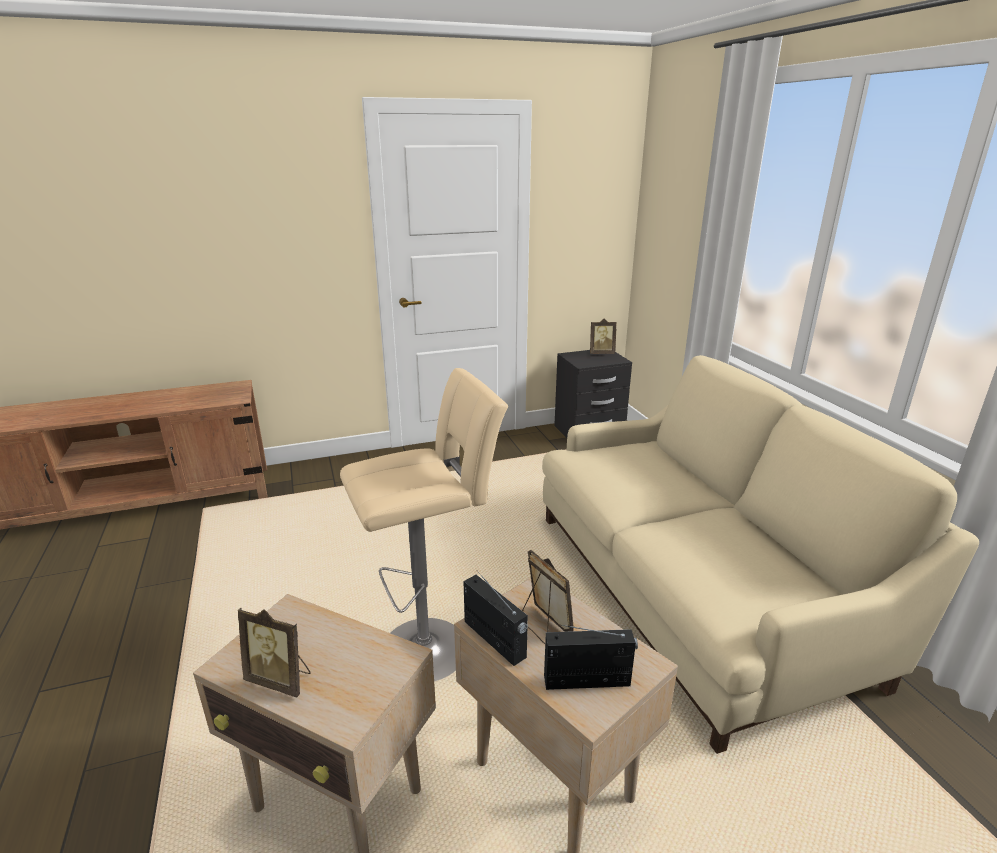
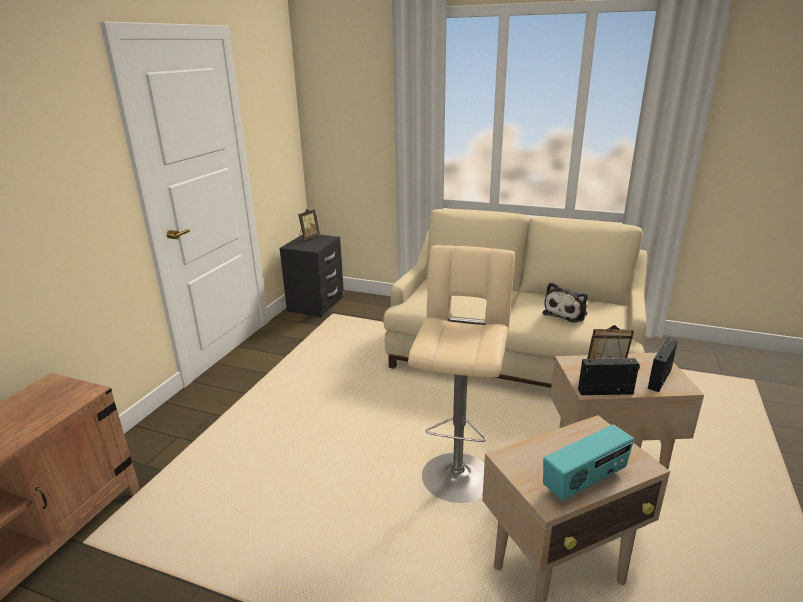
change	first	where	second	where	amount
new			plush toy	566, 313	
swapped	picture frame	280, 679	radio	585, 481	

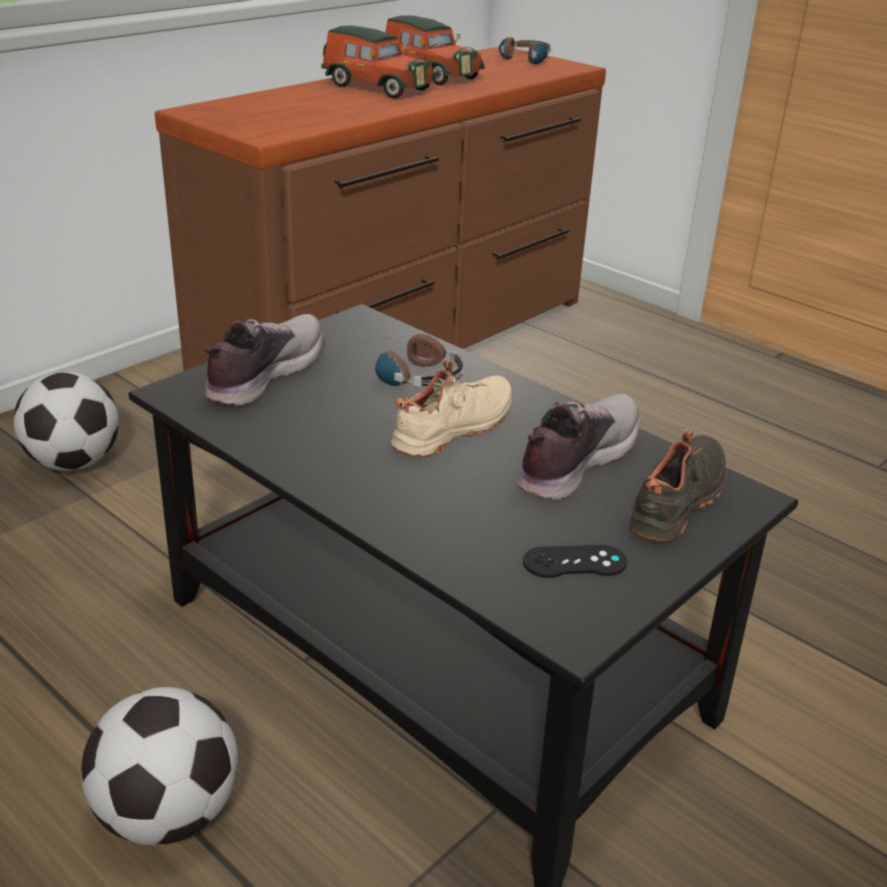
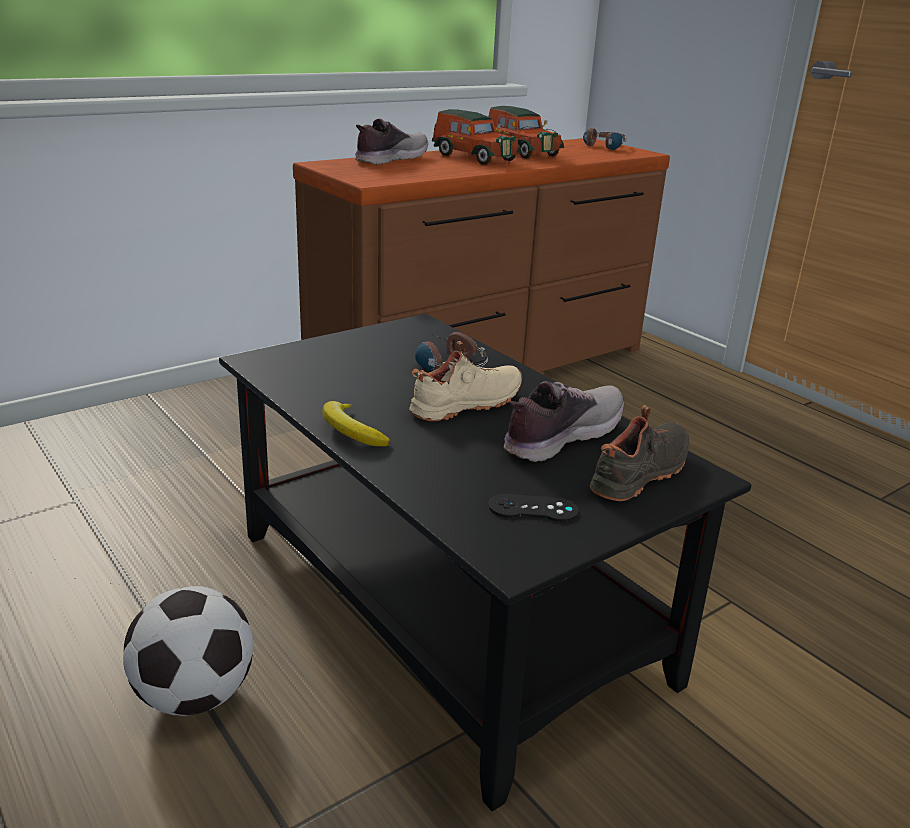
change	first	where	second	where	amount
gone	football	74, 462			
new			banana	351, 432	
shifted	shoe	263, 374		390, 159	

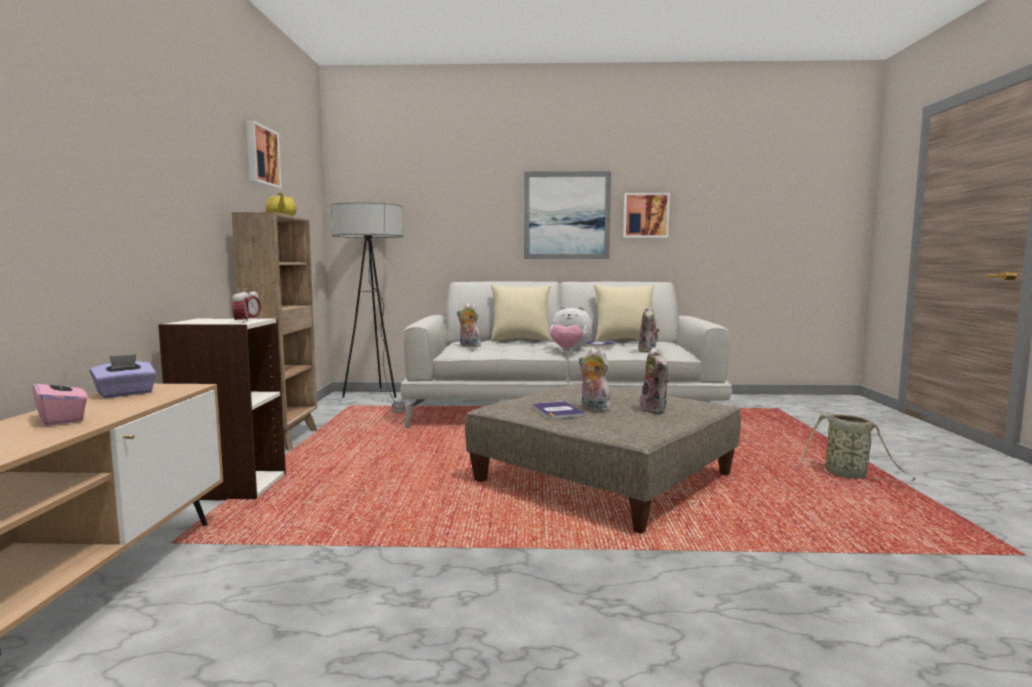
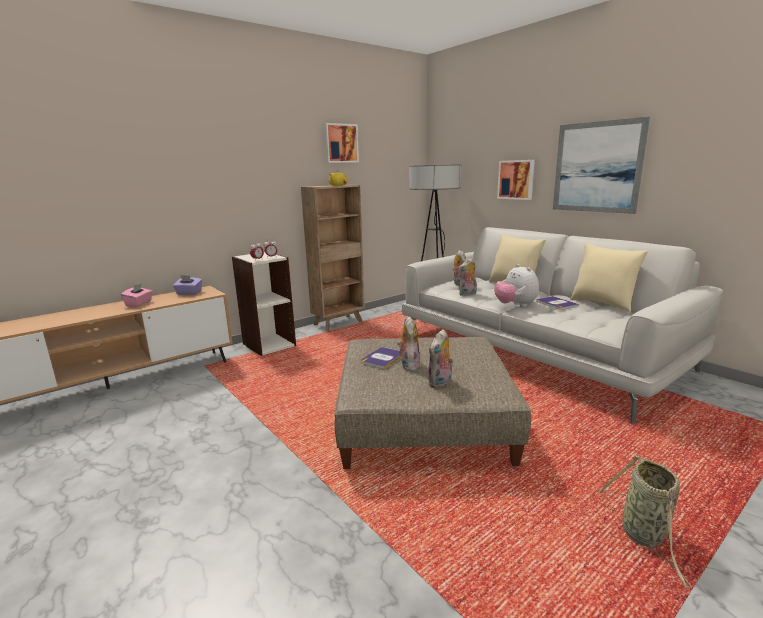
change	first	where	second	where	amount
shifted	picture	645, 215		516, 179	
shifted	plush toy	648, 351		467, 294	

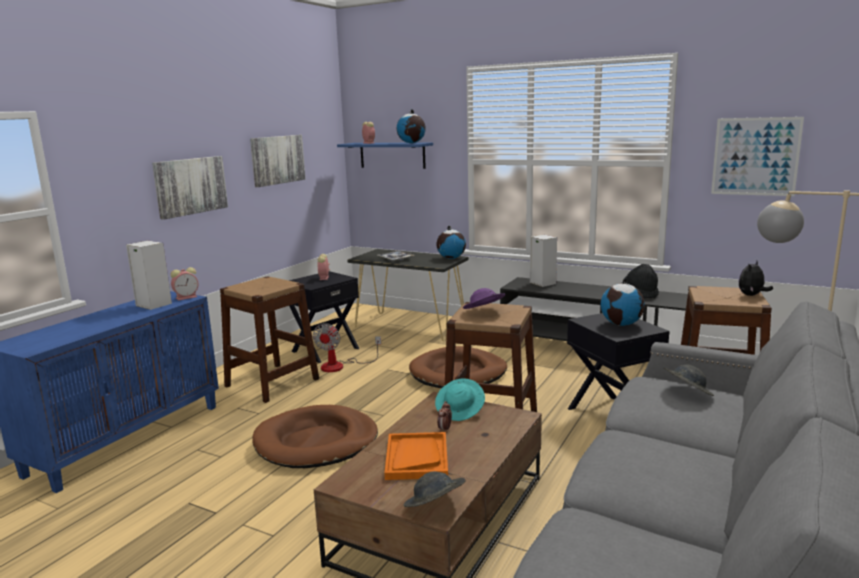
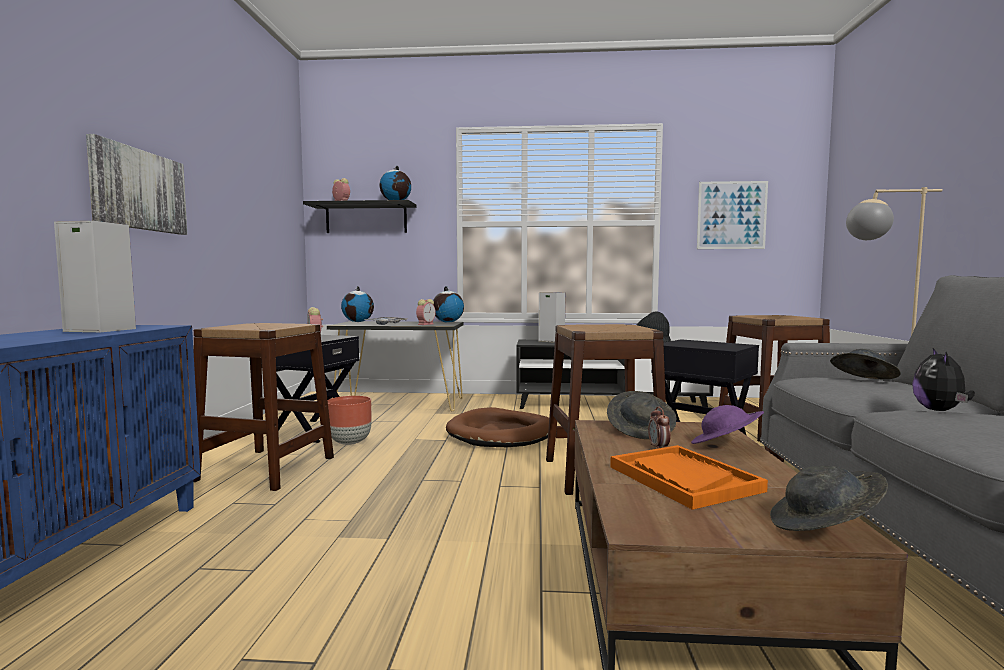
change	first	where	second	where	amount
gone	picture	277, 160			
gone	brown dog bed	316, 442			
shifted	alarm clock	187, 297		426, 324	
shifted	purple hat	483, 312		725, 446	
shifted	globe	621, 324		358, 322	
shifted	plush toy	751, 295		940, 410	
swapped	fan	340, 366	brown planter	350, 442	
repainted	blue shelf	392, 155	black shelf	366, 219	
repainted	turquoise hat	460, 411	grey hat	641, 430	

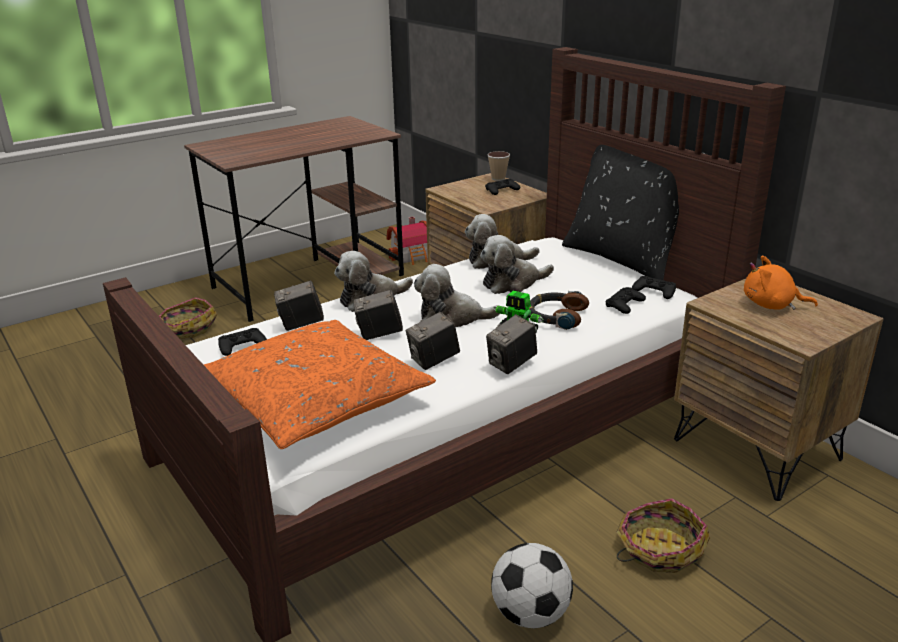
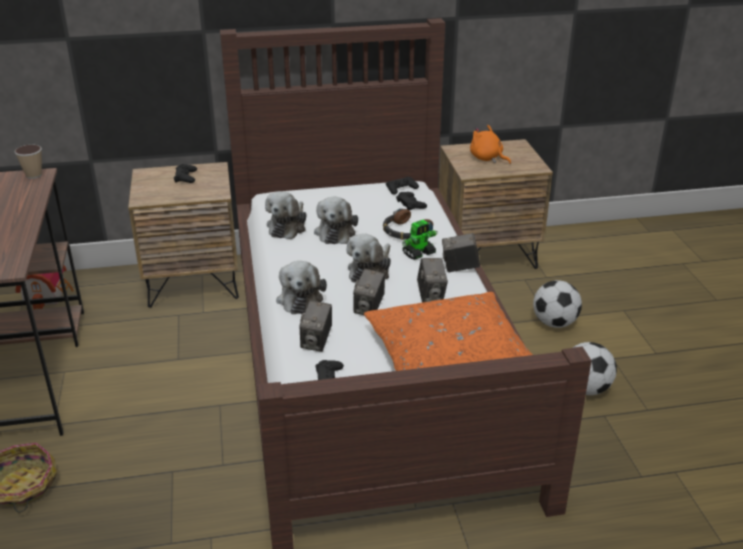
change	first	where	second	where	amount
gone	black pillow	624, 259			
shifted	cup	498, 178		34, 175	
swapped	basket	658, 549	football	554, 323	
rotated	photo camera	511, 364		460, 268	105 degrees clockwise
rotated	orange plush toy	771, 305		487, 158	90 degrees clockwise

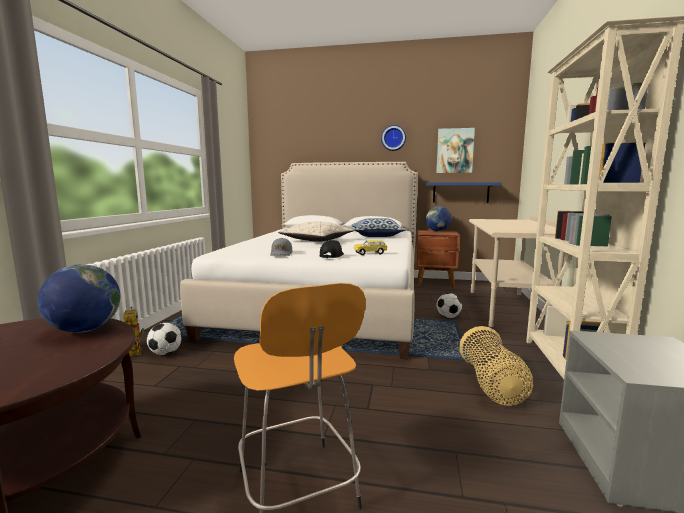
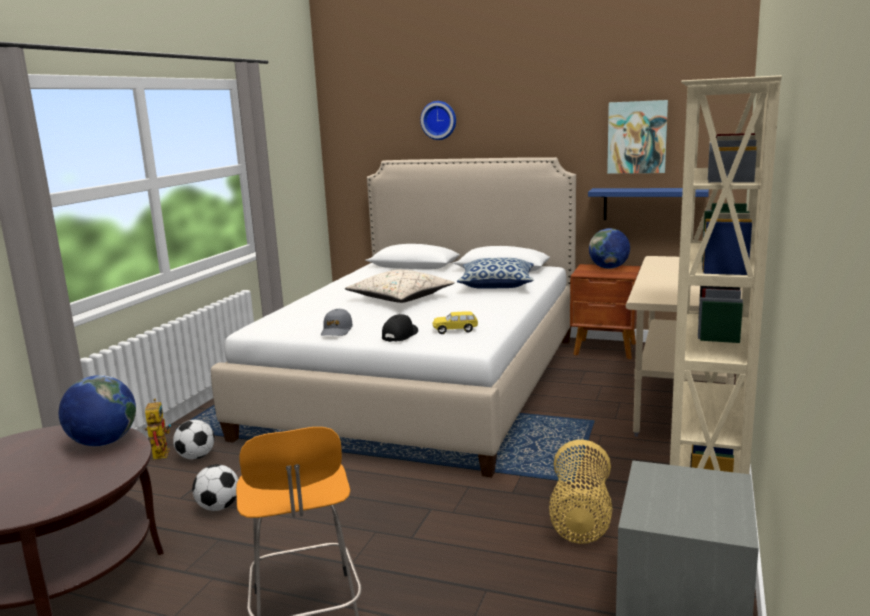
change	first	where	second	where	amount
shifted	wall clock	393, 138		439, 120	
shifted	football	448, 317		218, 507	

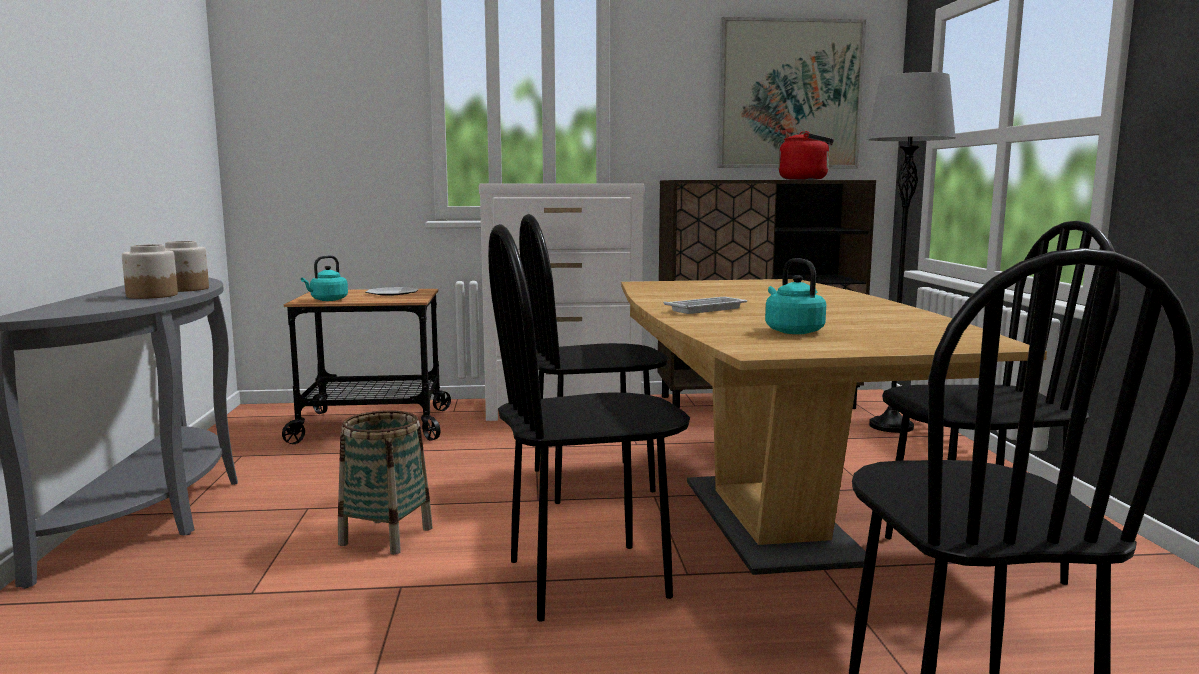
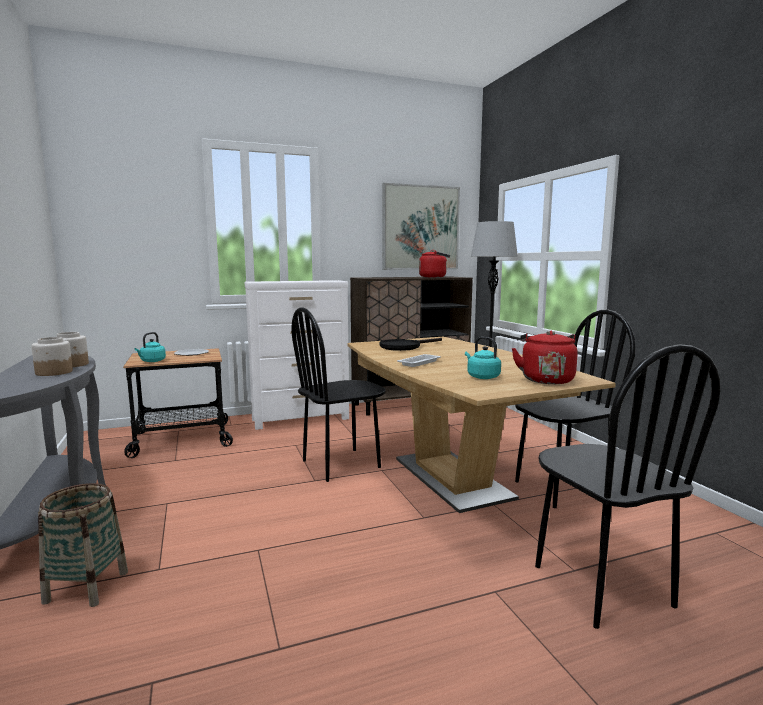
change	first	where	second	where	amount
gone	black chair	588, 579			
new			black frying pan	404, 347	
new			red kettle	546, 379	
shifted	basket	386, 536		86, 587	

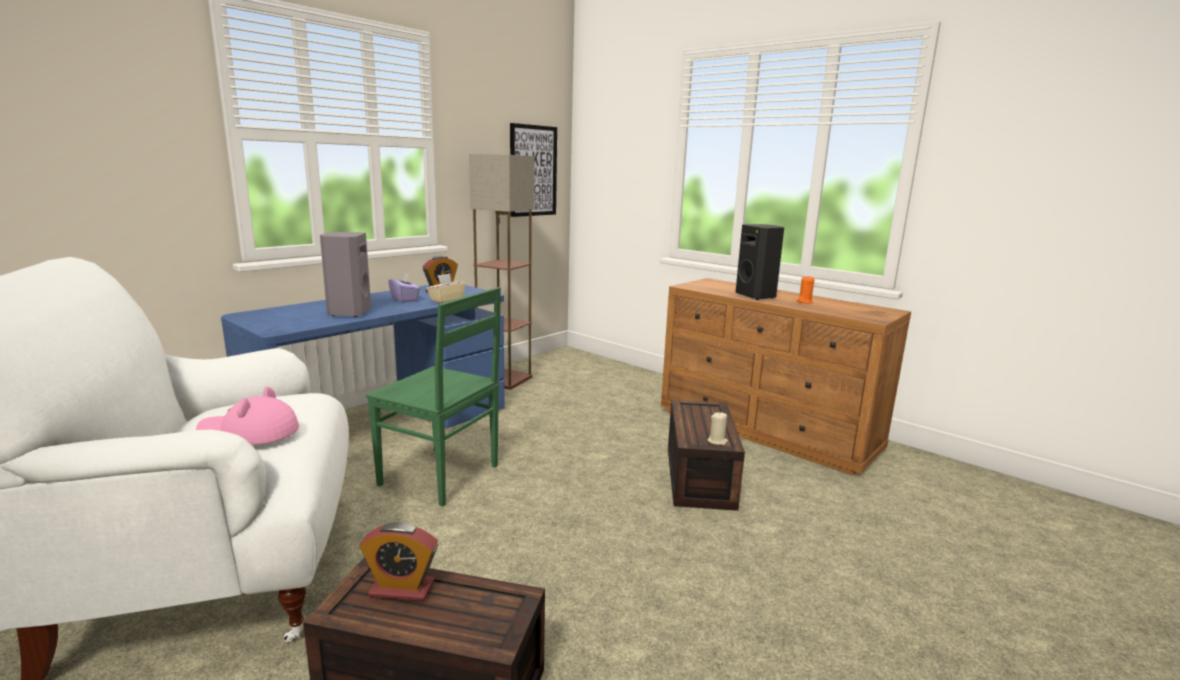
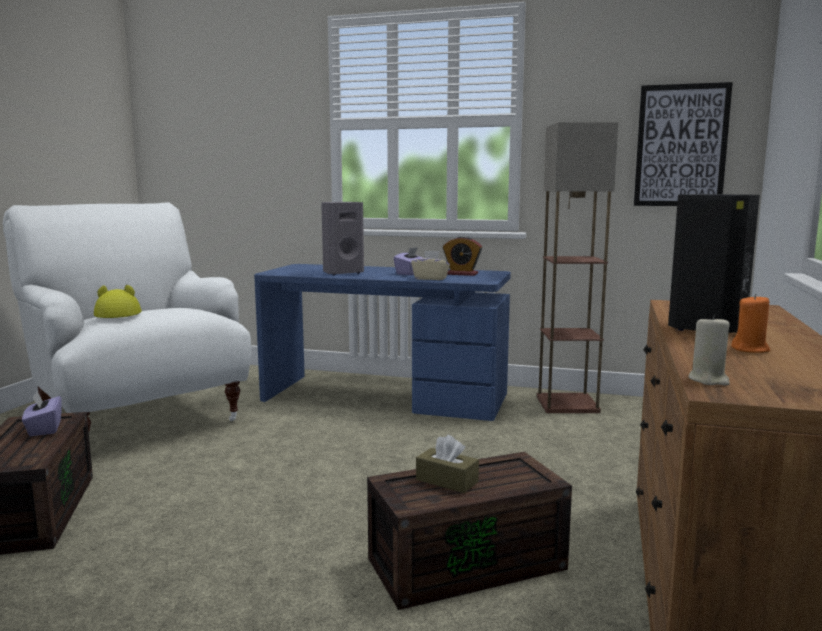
change	first	where	second	where	amount
gone	green chair	442, 476			
new			brown tissue box	447, 481	
shifted	beige candle	717, 441		708, 380	
swapped	alarm clock	402, 589	purple tissue box	44, 429	
repainted	pink hat	248, 433	yellow hat	119, 314	

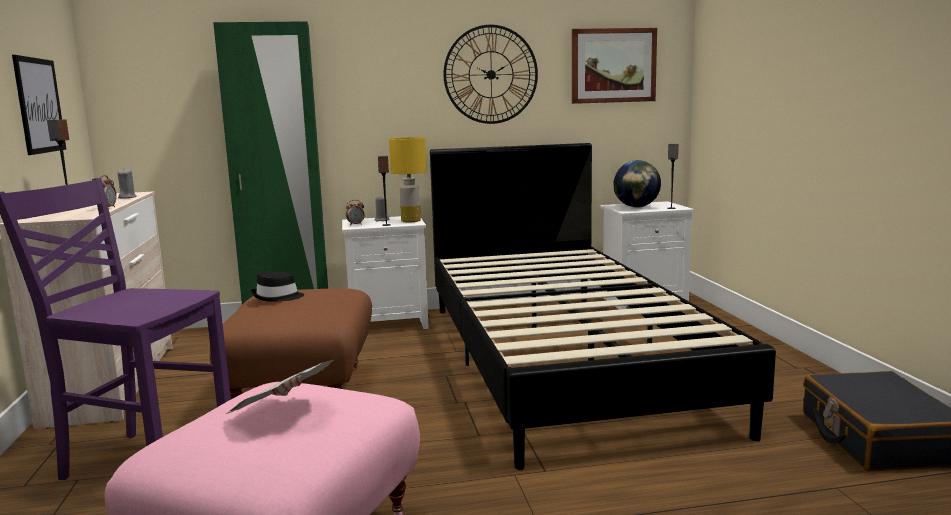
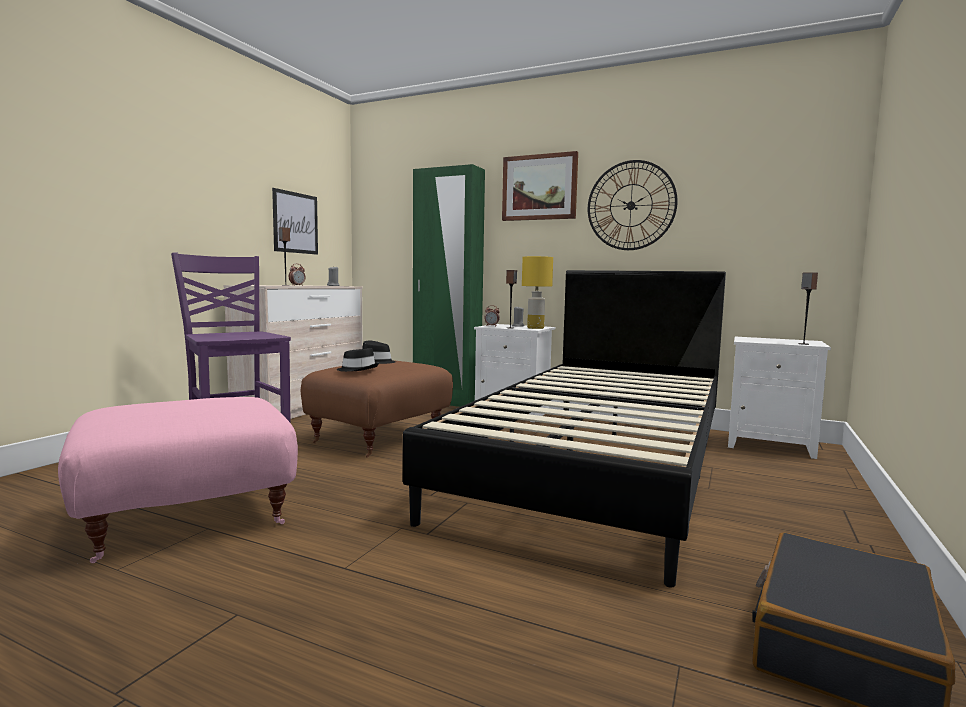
change	first	where	second	where	amount
gone	newspaper	282, 414			
gone	globe	636, 207			
new			black hat	358, 369	
shifted	picture	613, 65		539, 187	

